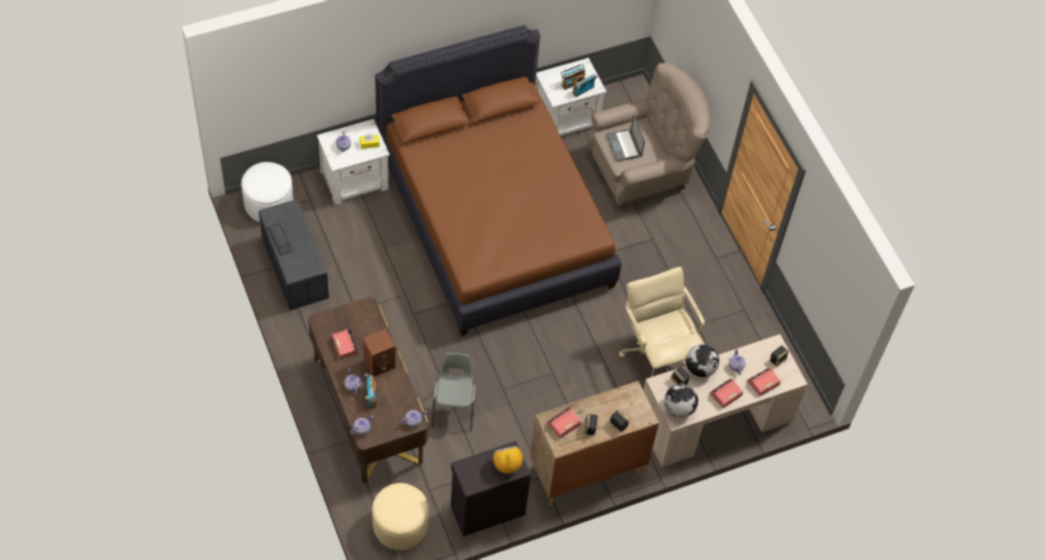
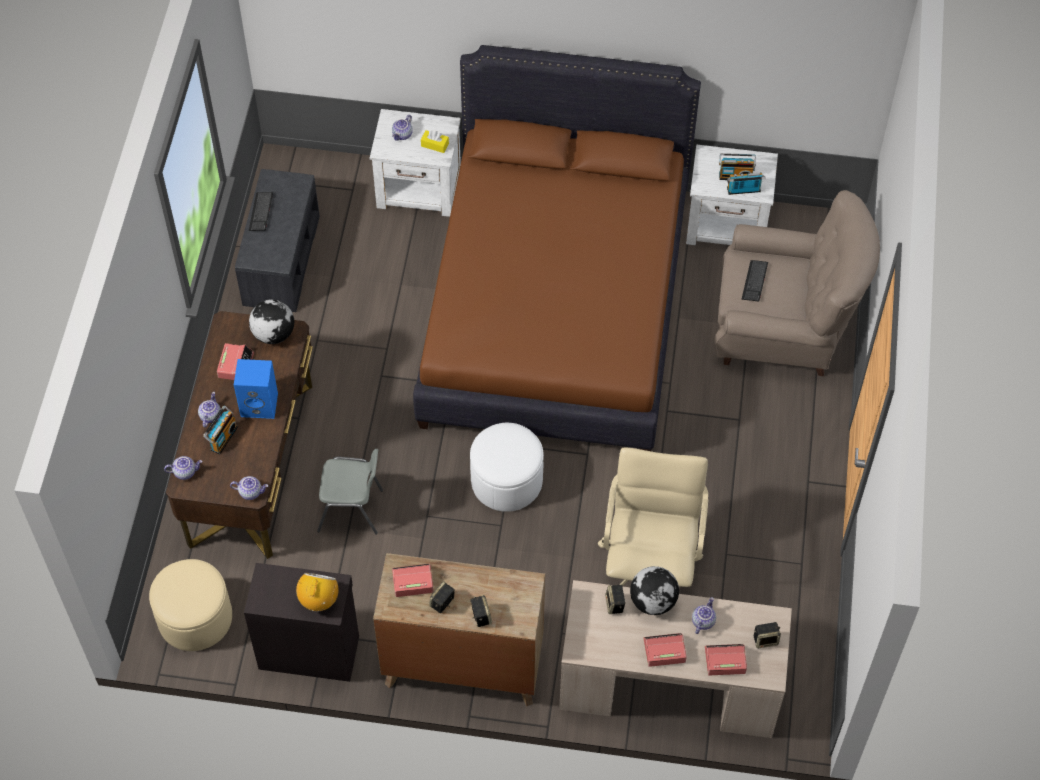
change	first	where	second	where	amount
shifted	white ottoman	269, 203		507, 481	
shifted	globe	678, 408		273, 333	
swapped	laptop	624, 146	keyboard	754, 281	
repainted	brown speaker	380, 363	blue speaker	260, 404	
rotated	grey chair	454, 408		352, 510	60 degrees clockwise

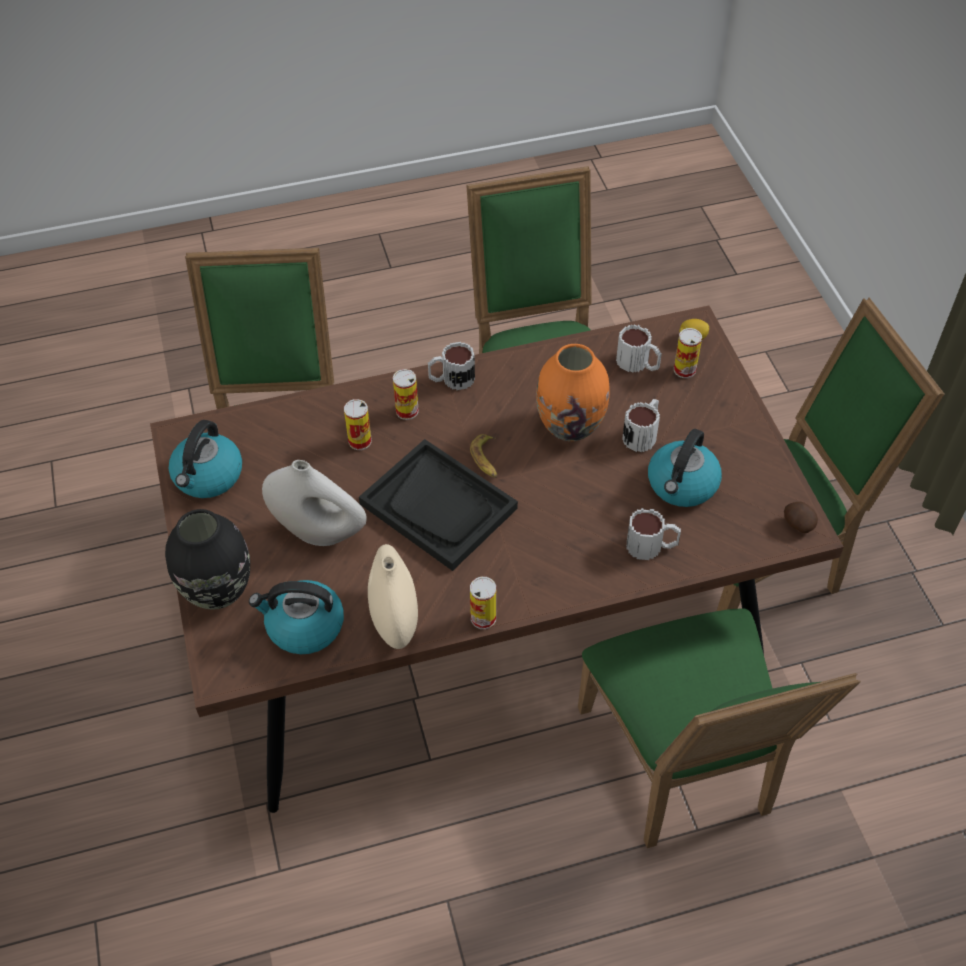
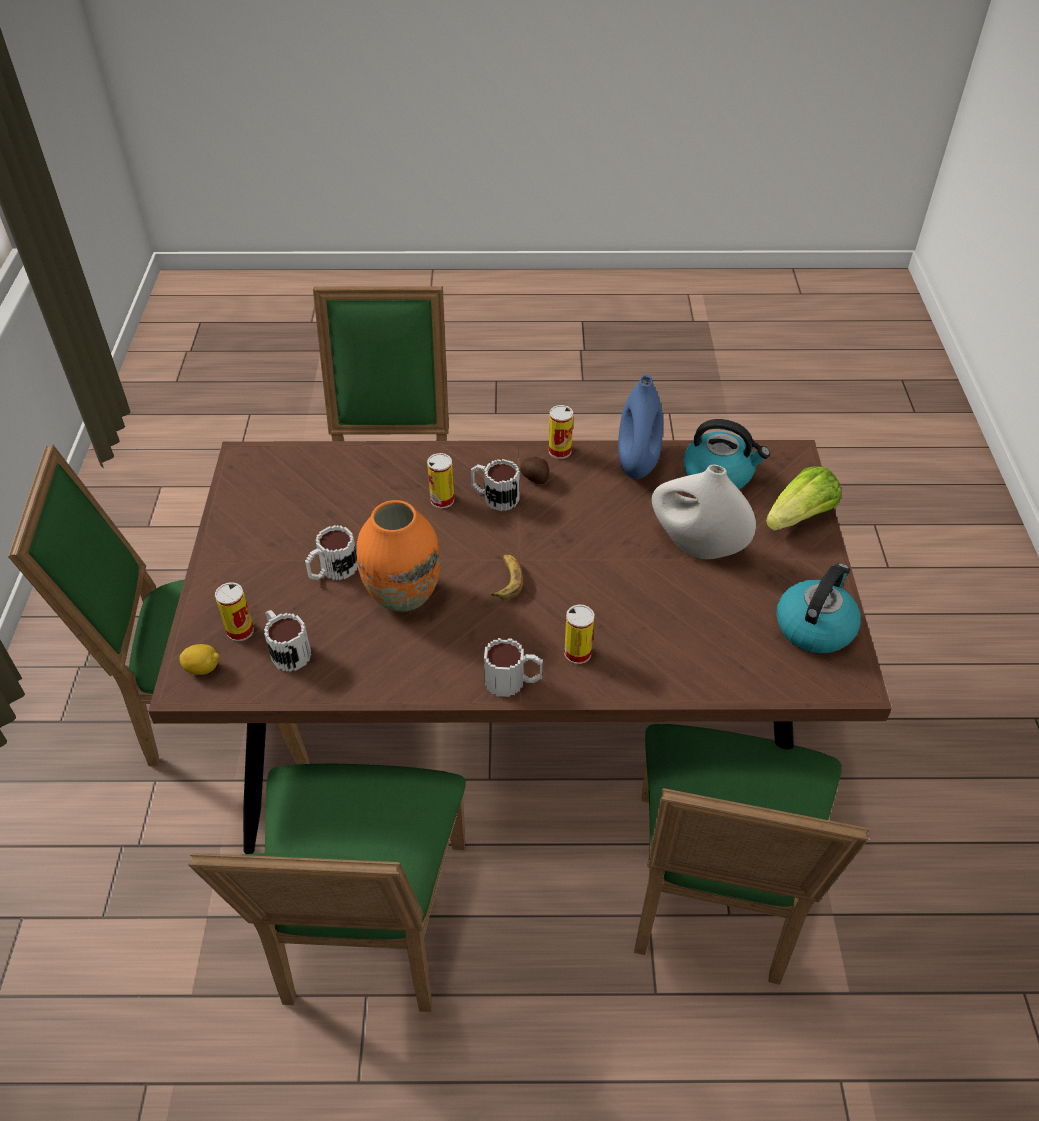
change	first	where	second	where	amount
gone	black tray	439, 506			
gone	kettle	682, 485			
shifted	can	360, 441		442, 500	
shifted	mug	651, 546		494, 497	
shifted	potato	797, 524		535, 478	
swapped	black vase	217, 590	lettuce	799, 517	
repainted	beige vase	394, 620	blue vase	637, 464	

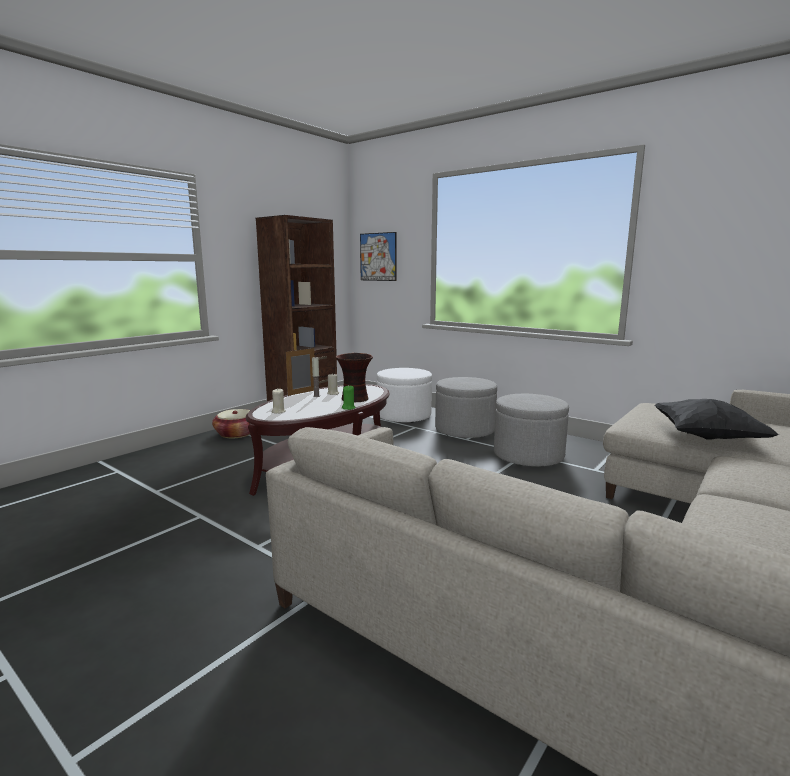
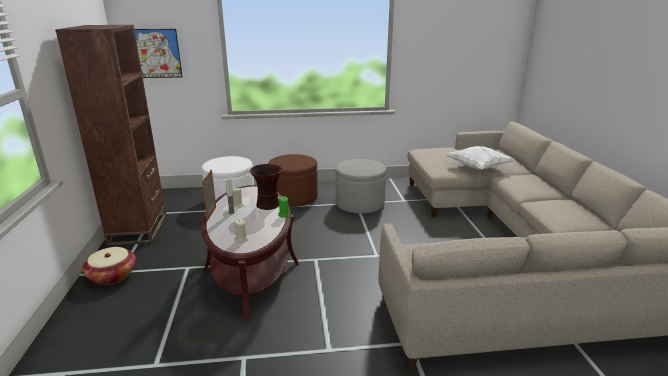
change	first	where	second	where	amount
repainted	grey ottoman	464, 429	brown ottoman	294, 197	
repainted	black pillow	707, 437	white pillow	478, 167	

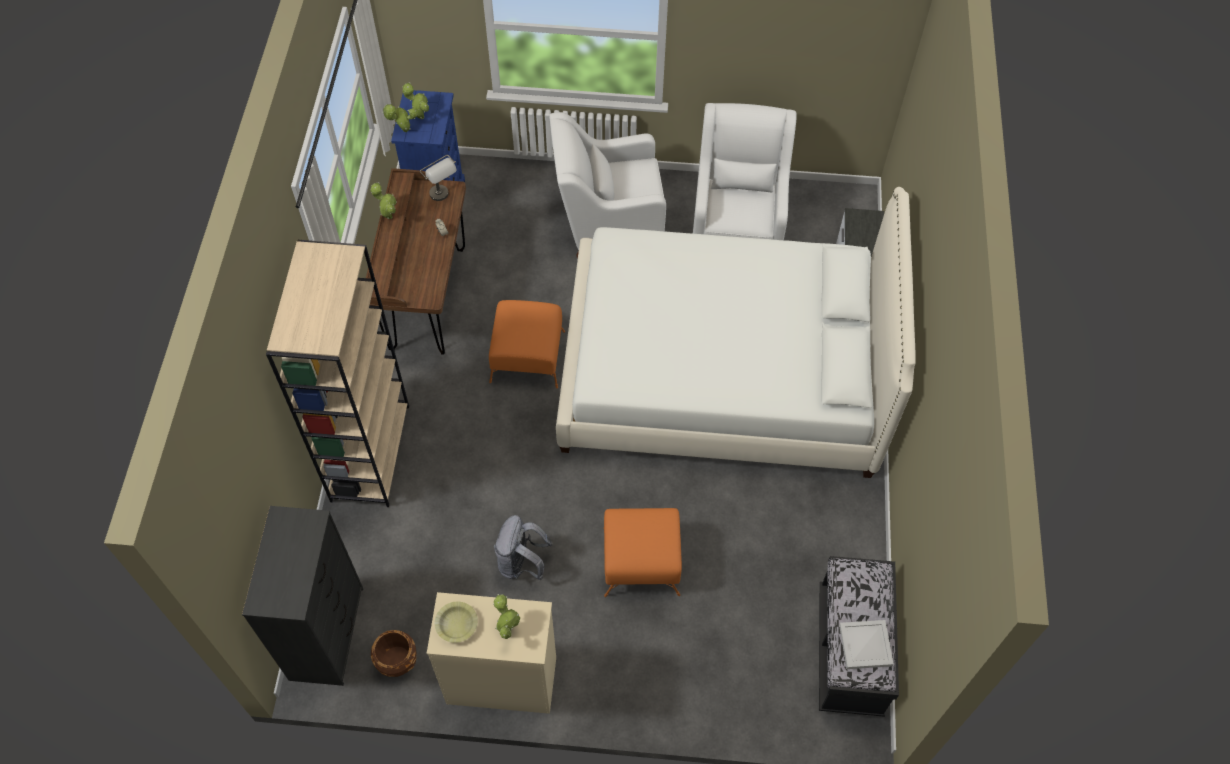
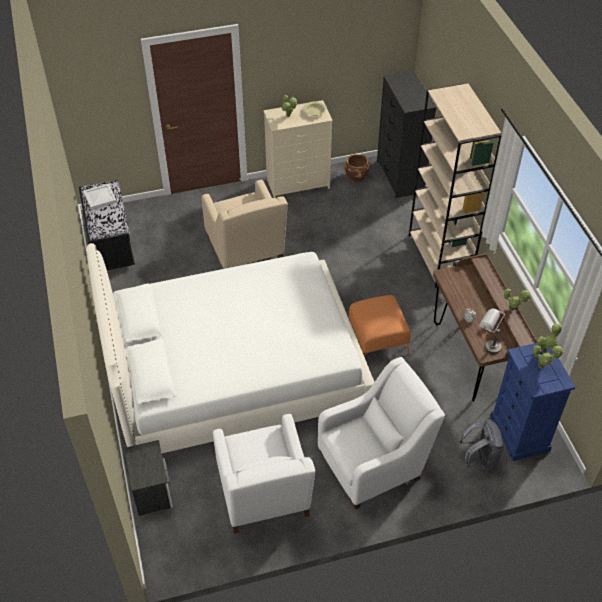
change	first	where	second	where	amount
shifted	grey backpack	522, 563		479, 459	
swapped	orange ottoman	641, 561	beige armchair	246, 251	

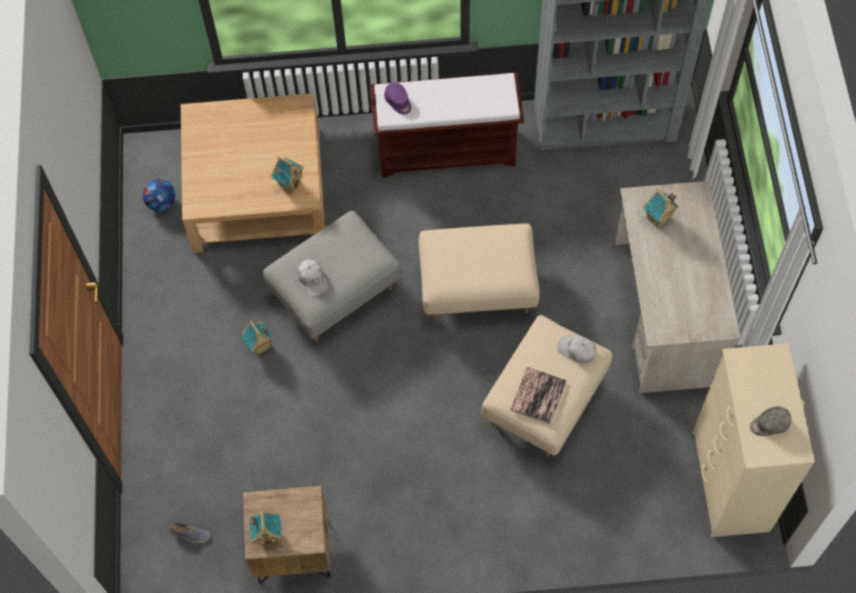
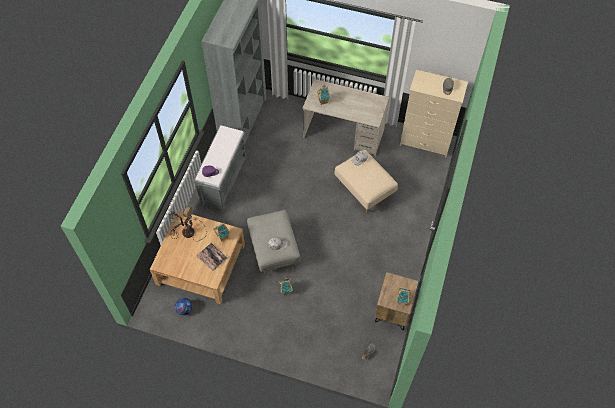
change	first	where	second	where	amount
gone	beige ottoman	477, 289			
new			table lamp	187, 233	
shifted	book	538, 395		211, 257	
repainted	brown bench	447, 150	grey bench	223, 180	

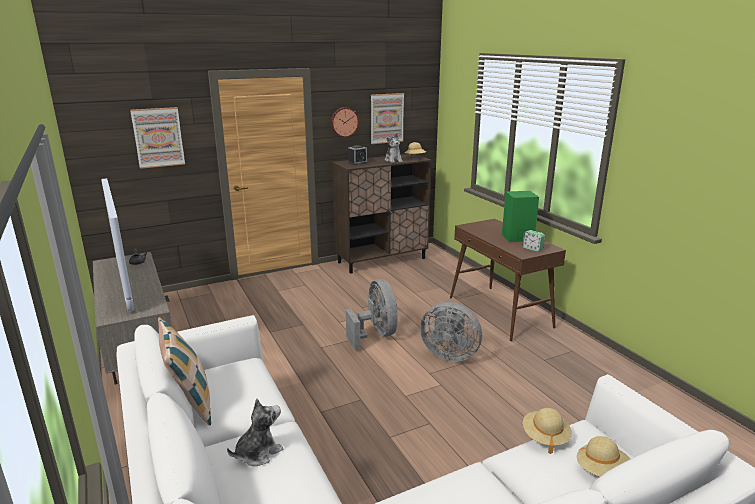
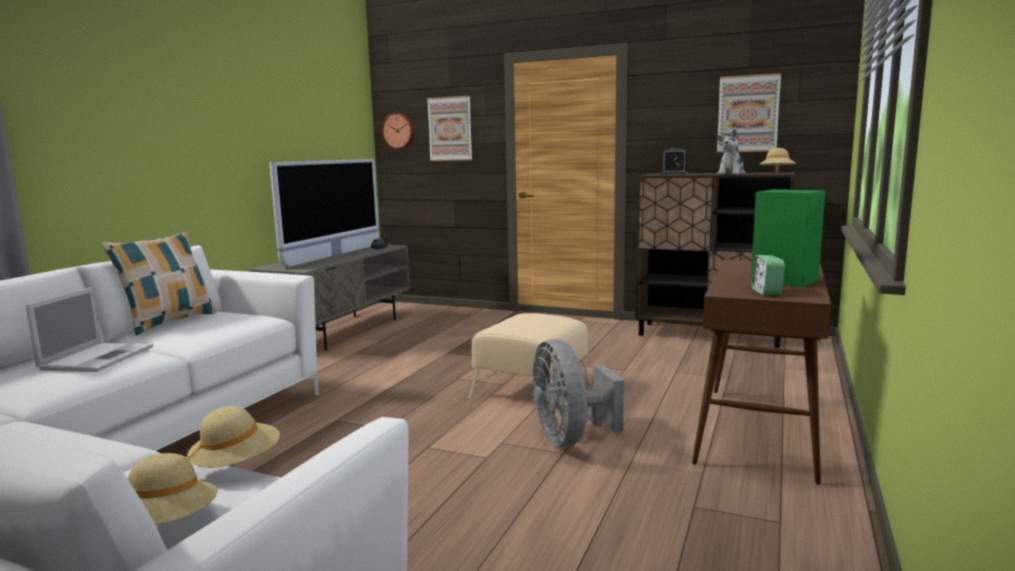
change	first	where	second	where	amount
shifted	wall clock	344, 122		398, 131	
swapped	plush toy	258, 452	laptop	99, 357	
swapped	grey fan	376, 335	beige ottoman	532, 390	

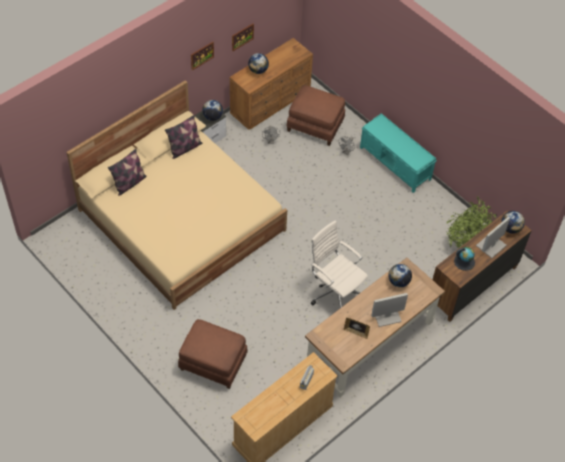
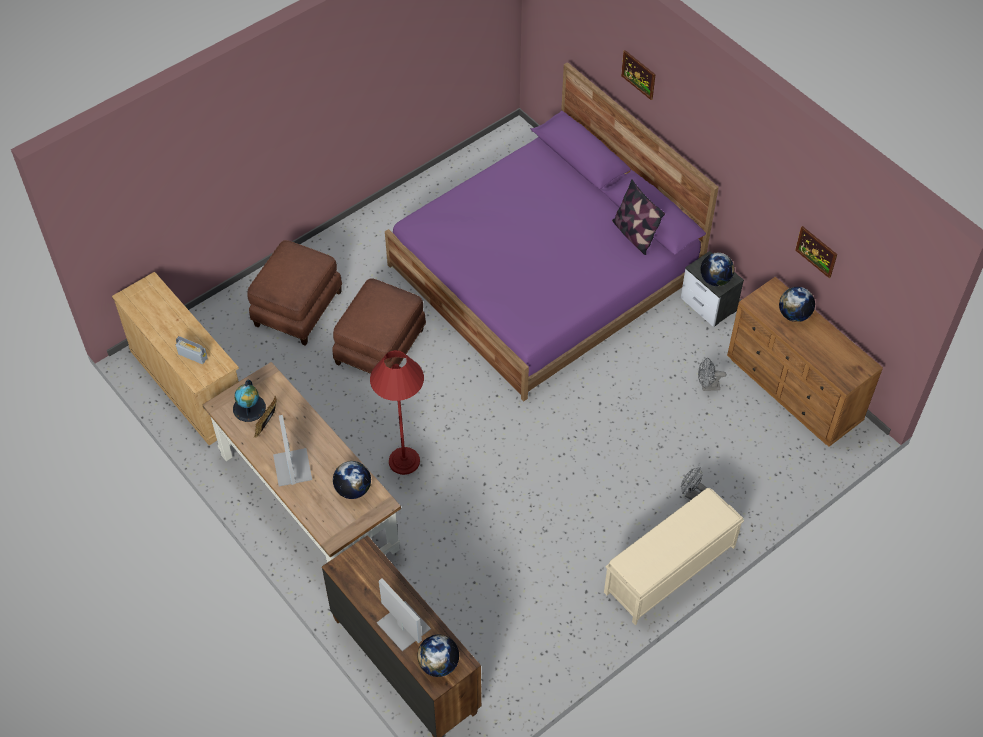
change	first	where	second	where	amount
gone	pillow	129, 183			
gone	potted plant	466, 241			
shifted	picture	202, 55		638, 74	
shifted	brown ottoman	315, 125		381, 347	
shifted	globe	464, 261		249, 408	
swapped	white office chair	335, 292	red floor lamp	404, 461	
repainted	beige bed	181, 219	purple bed	545, 272	
repainted	turquoise bench	395, 163	beige bench	669, 570	

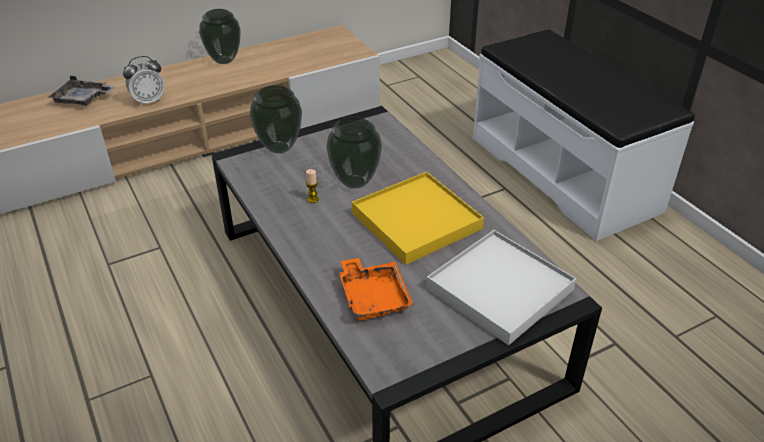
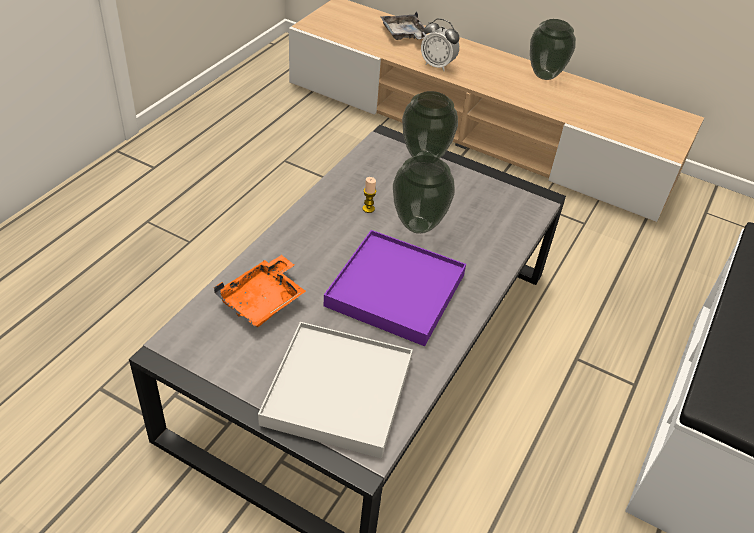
change	first	where	second	where	amount
repainted	yellow tray	416, 221	purple tray	395, 290	

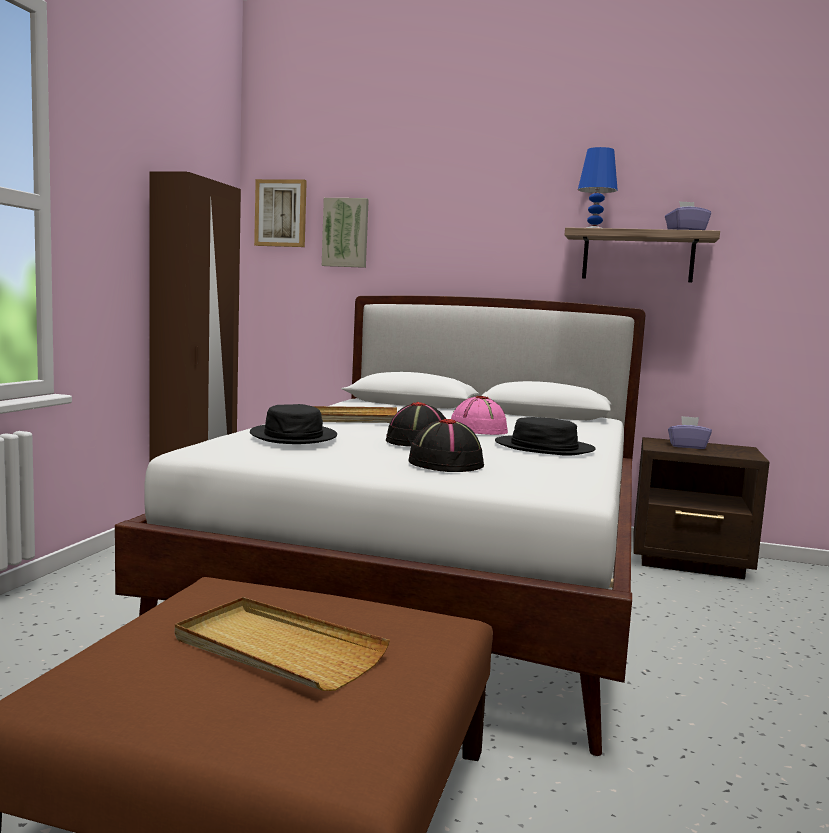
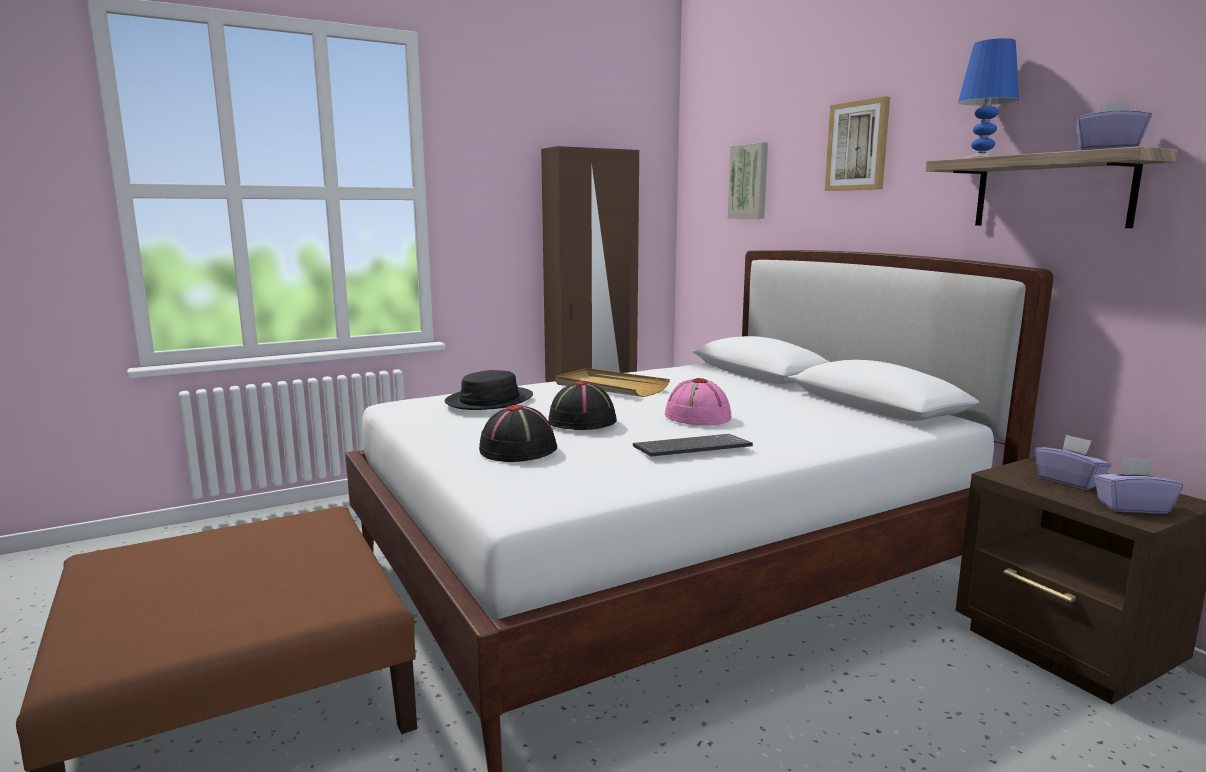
change	first	where	second	where	amount
gone	beige tray	277, 649			
new			purple tissue box	1132, 507	
shifted	picture	281, 213		858, 146	
swapped	black hat	544, 448	keyboard	691, 449	

